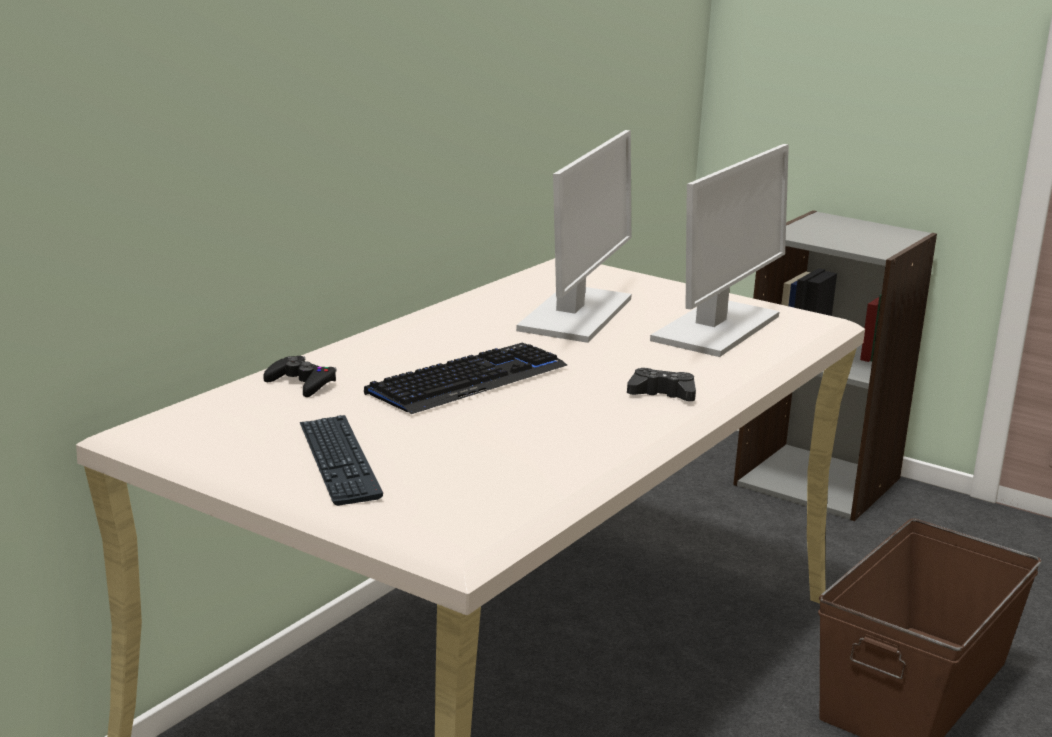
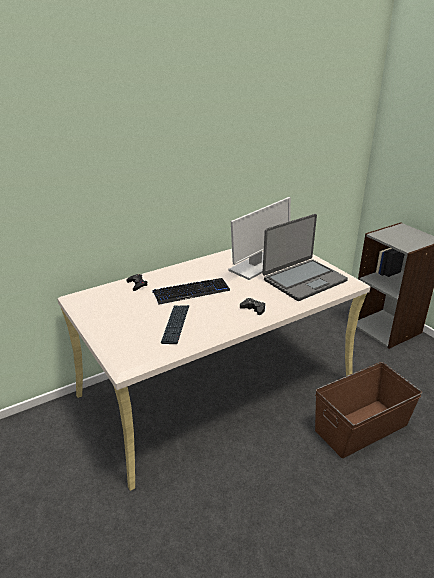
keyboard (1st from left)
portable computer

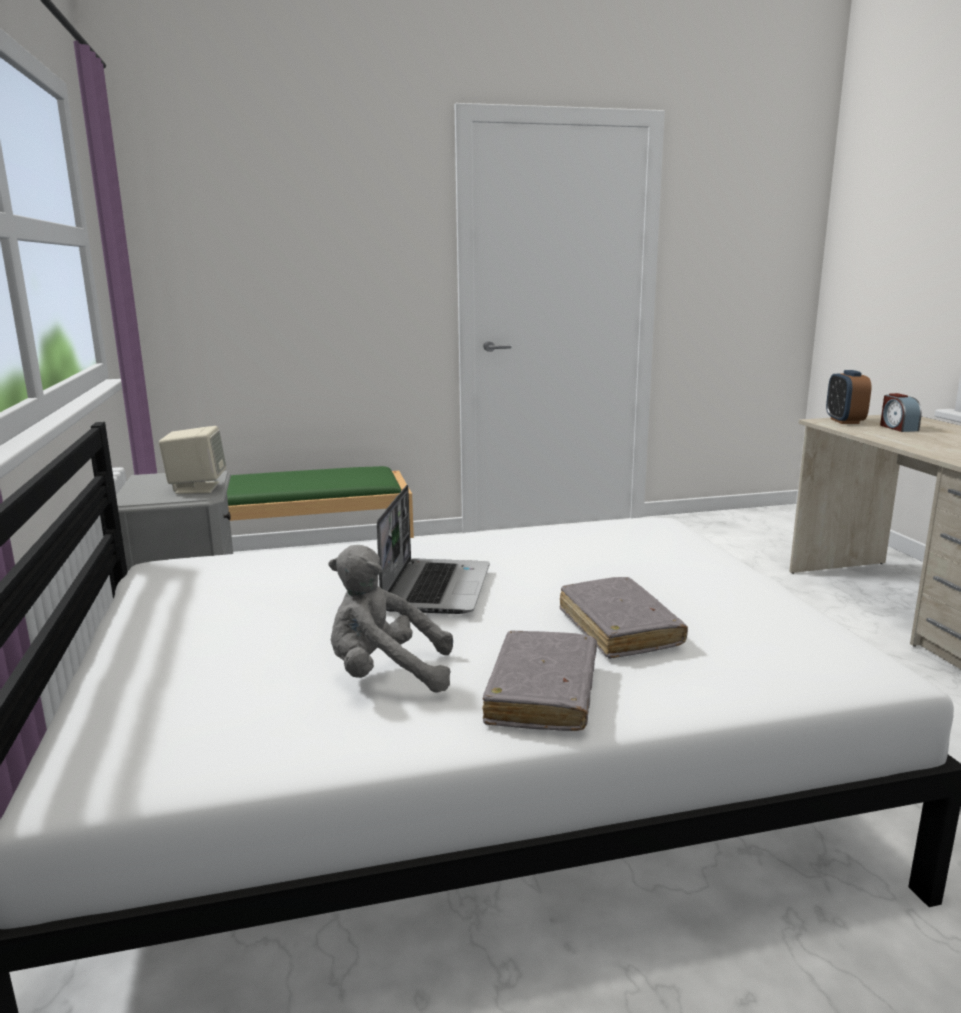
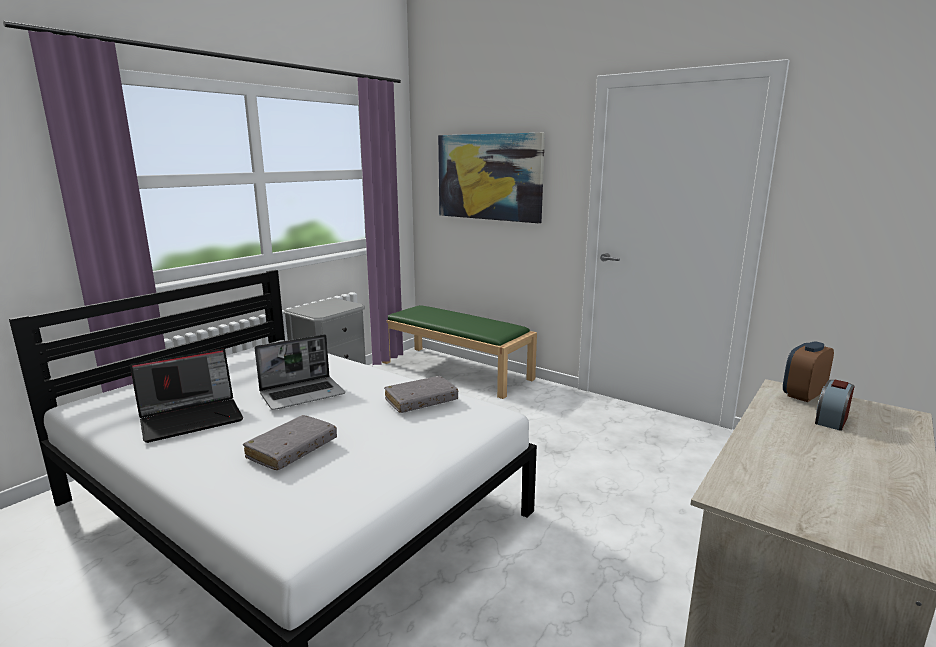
beige-coloured audio speaker
portable computer (1st from left)
gray book (2nd from left)
wall art

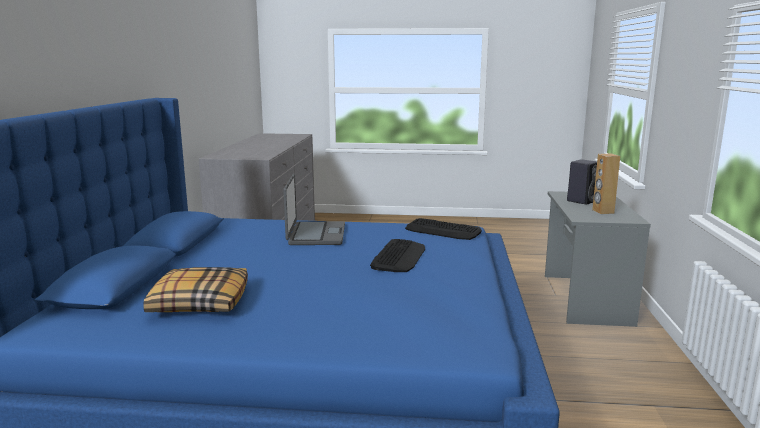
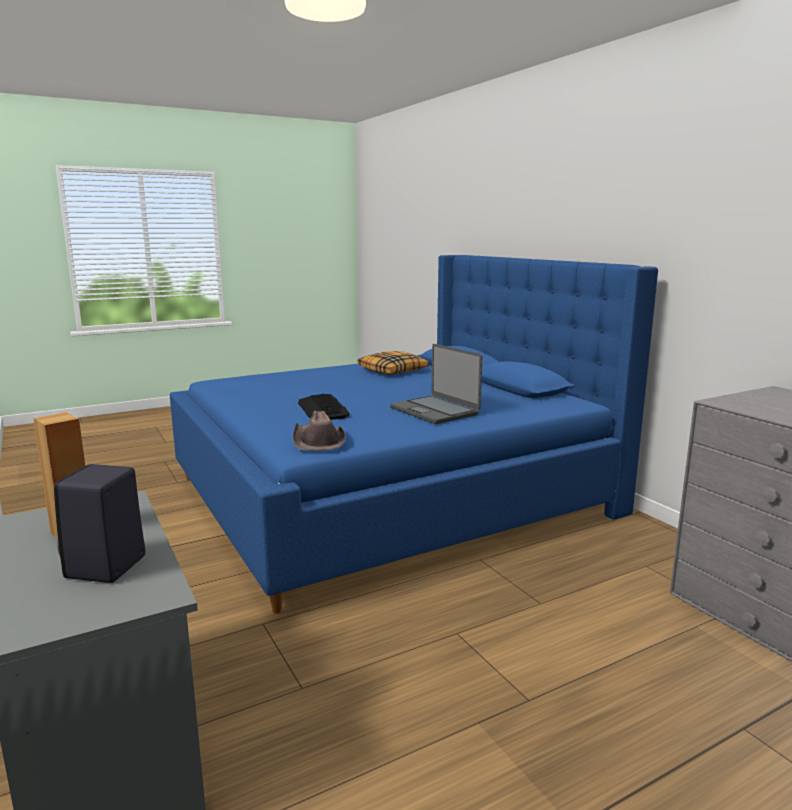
brown-coloured wearable hat

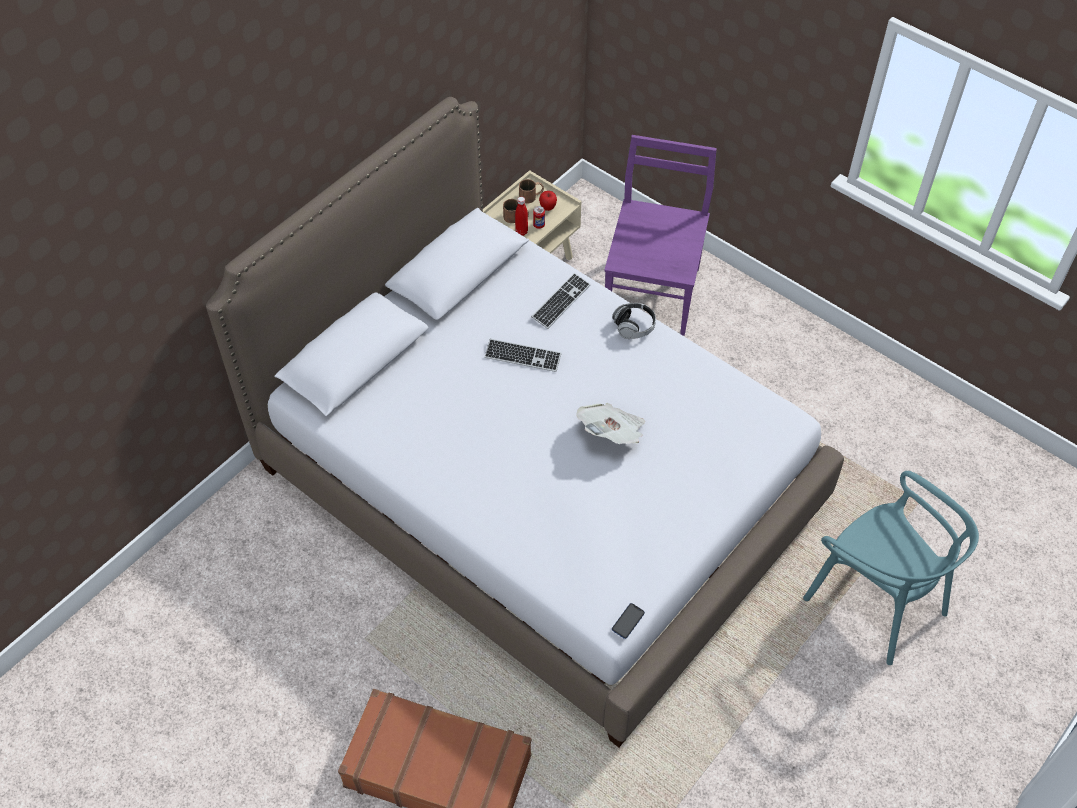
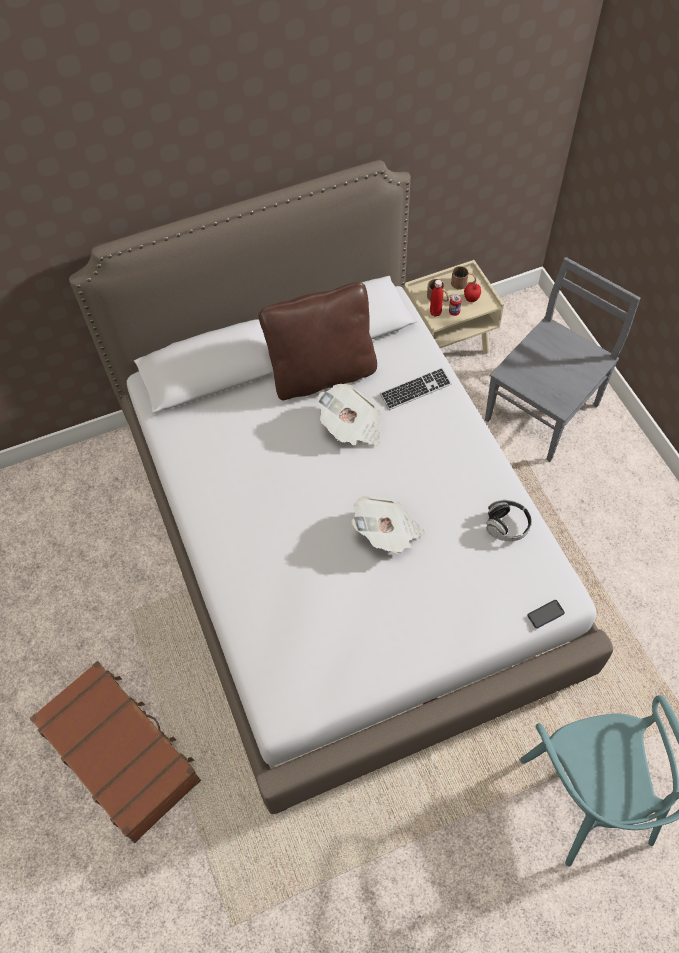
daily paper (1st from left)
gray plain chair
pair of headphones
handset
brown-coloured throw pillow

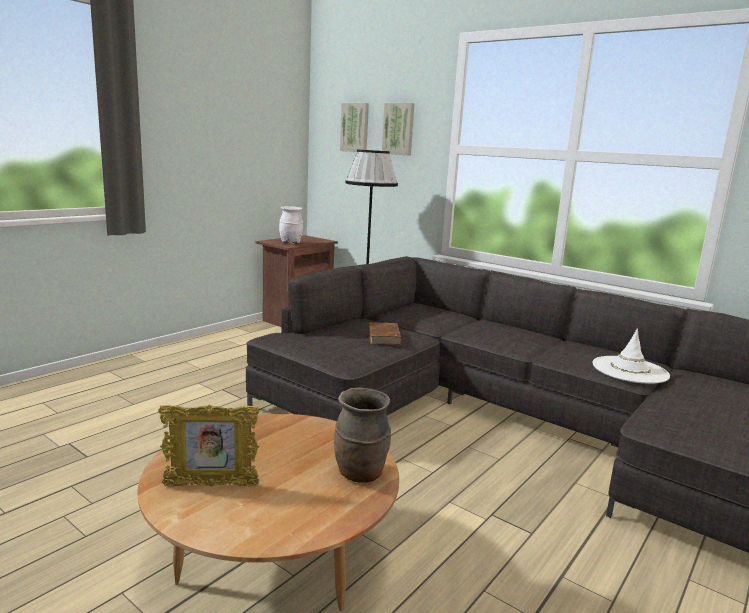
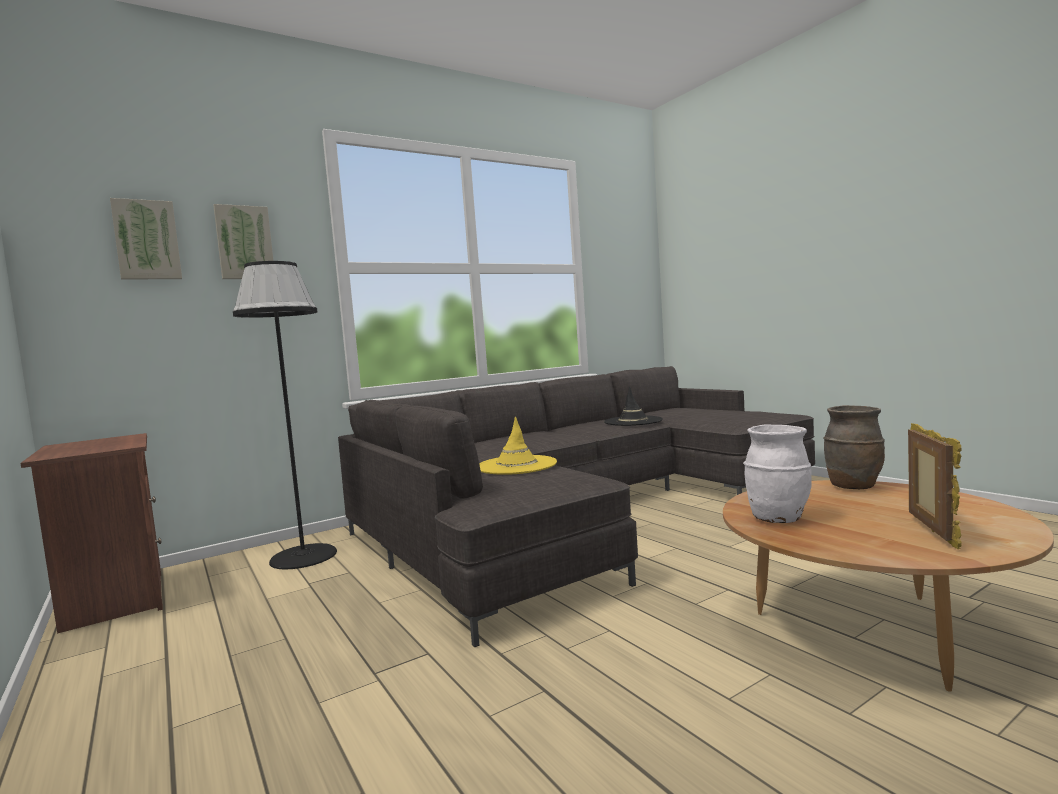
white flower vase
yellow wearable hat
black wearable hat

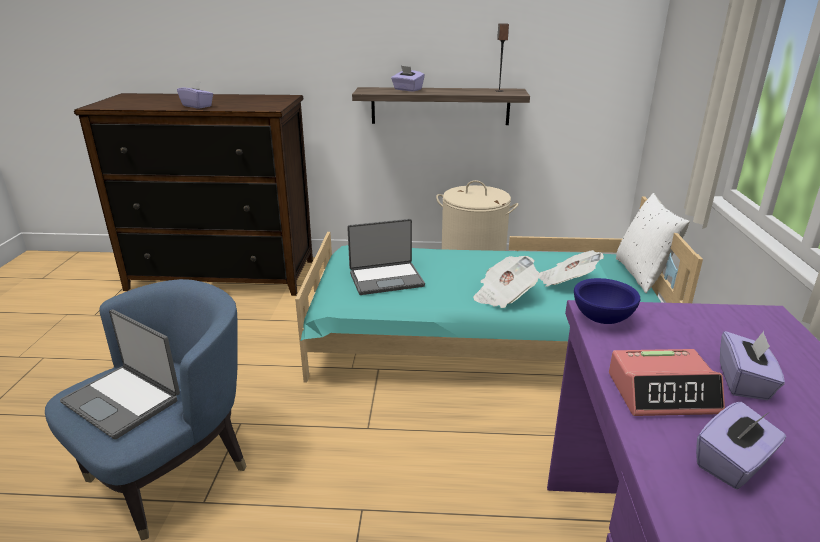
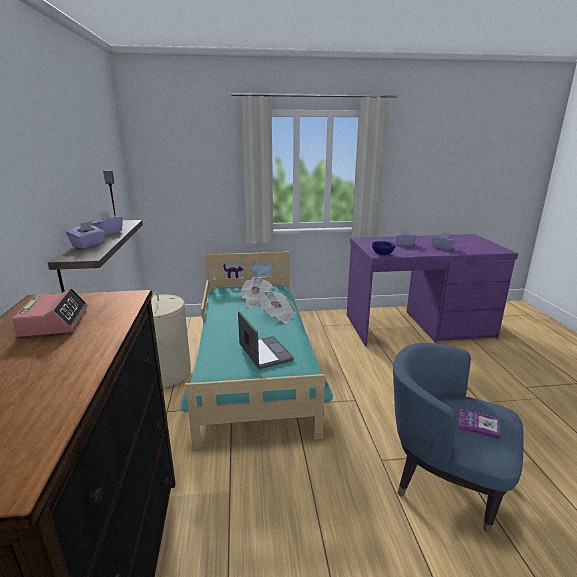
book
purple-coloured tissue box (2nd from left)
alarm clock
white throw pillow

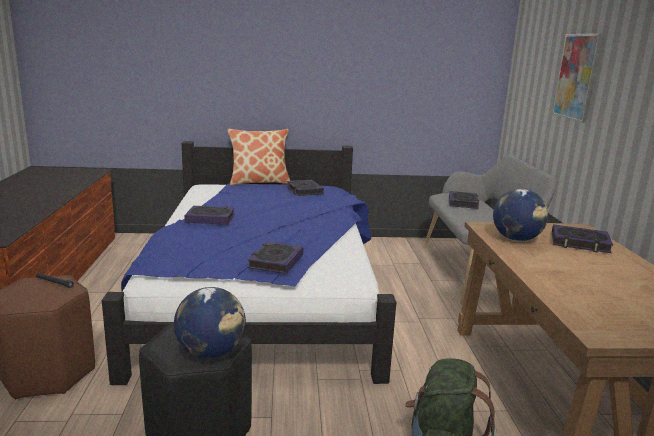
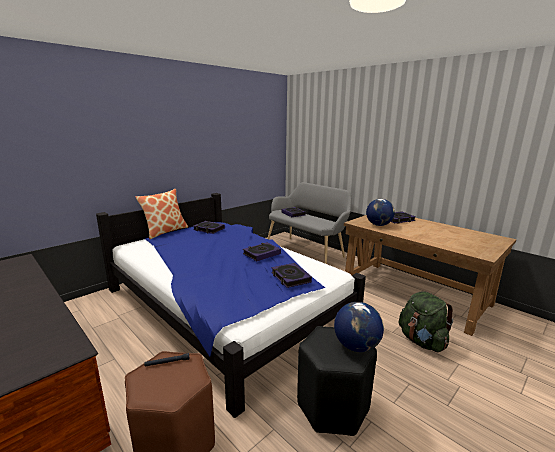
book (2nd from left)
wall art

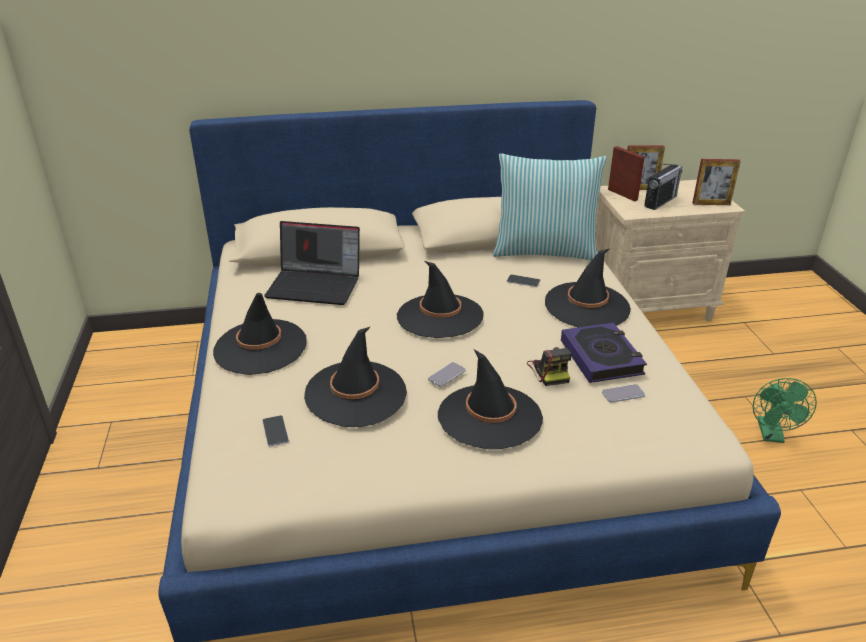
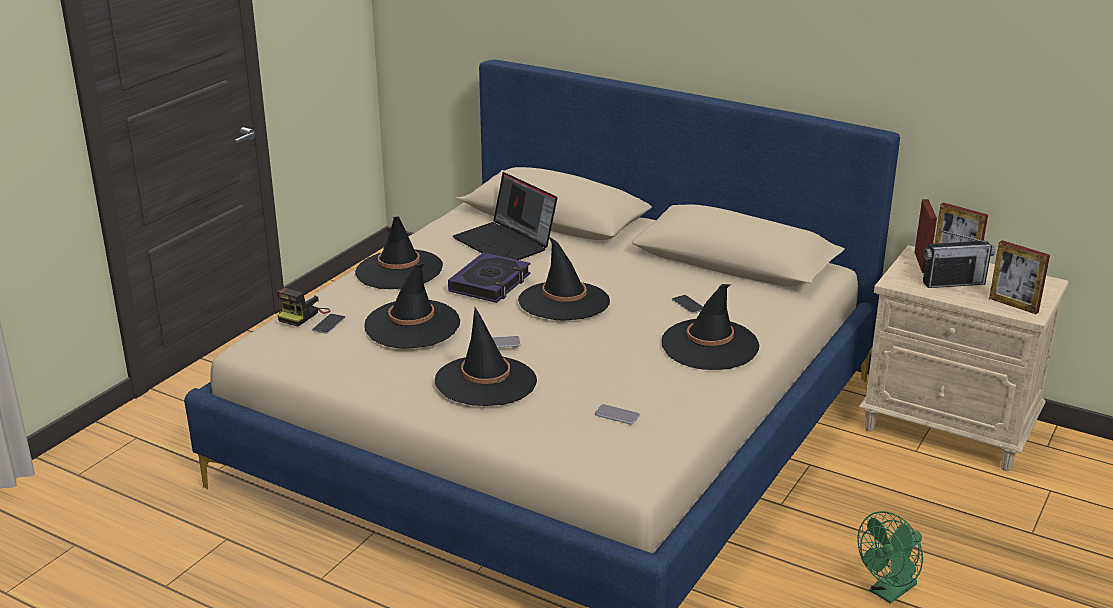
throw pillow
photo camera
book

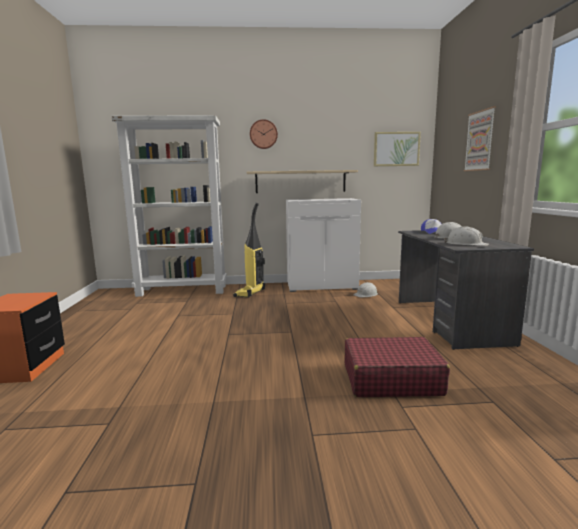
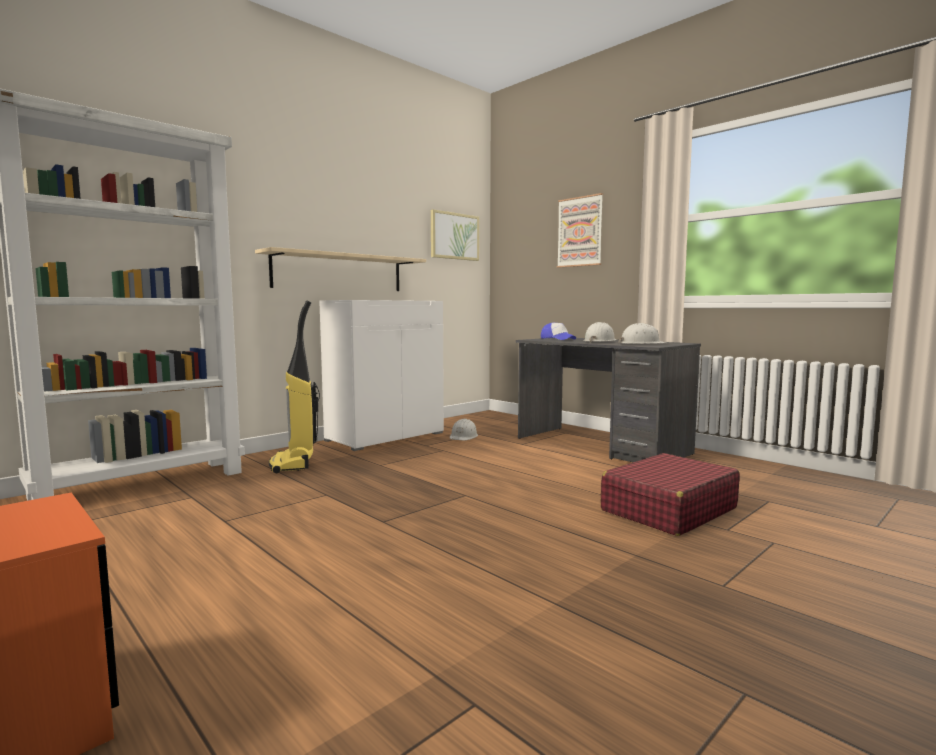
wall clock

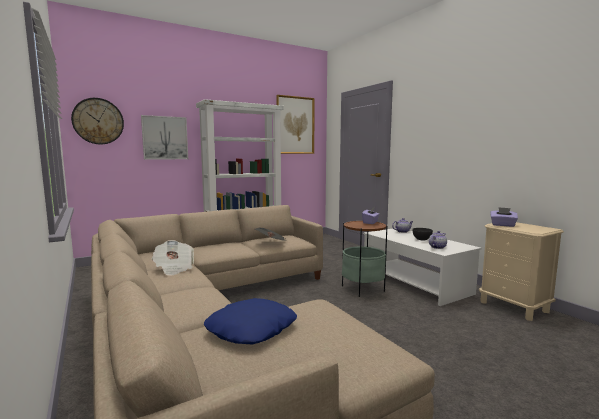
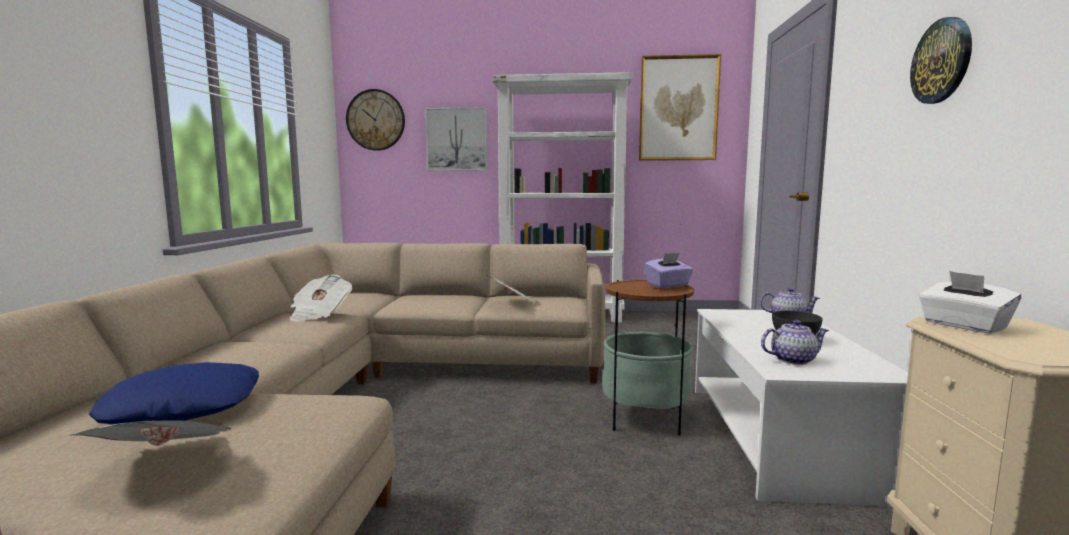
white tissue box
daily paper (1st from left)
wall clock (2nd from left)

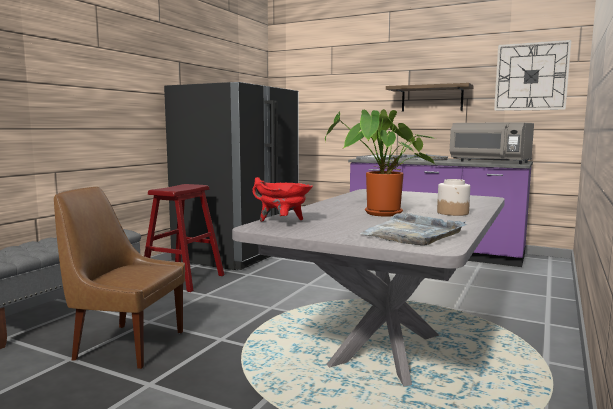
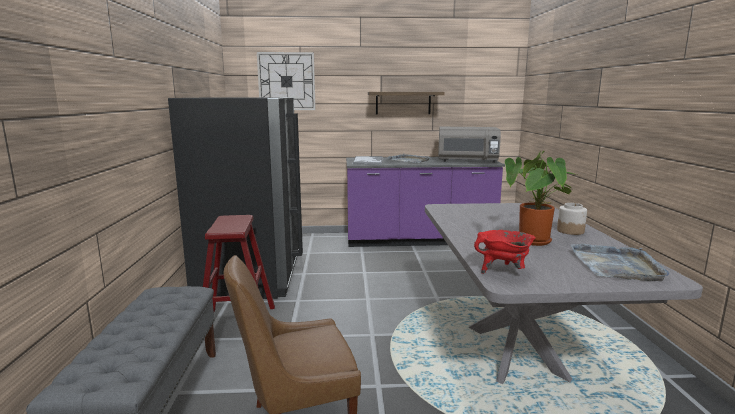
wall clock

